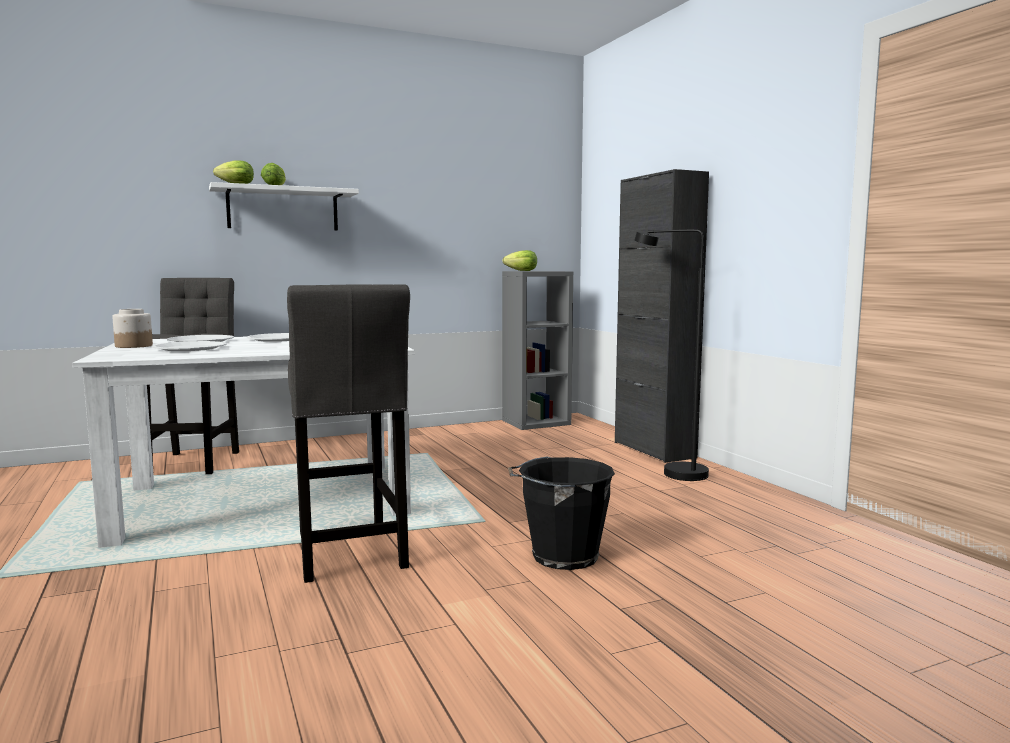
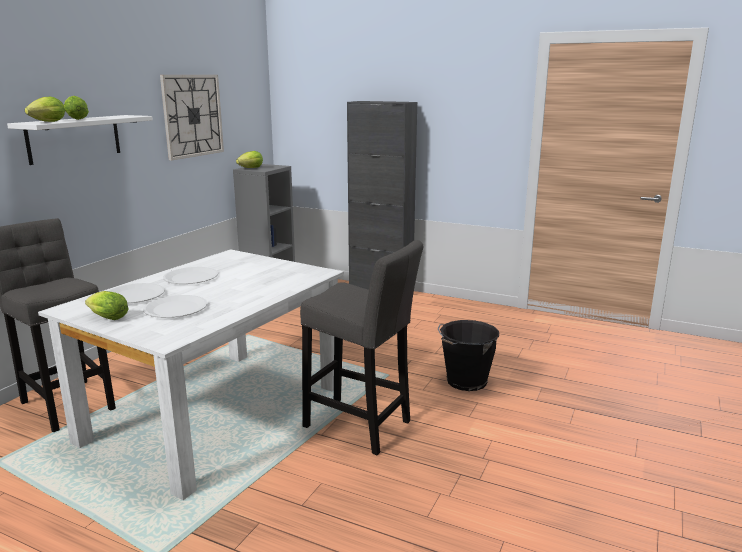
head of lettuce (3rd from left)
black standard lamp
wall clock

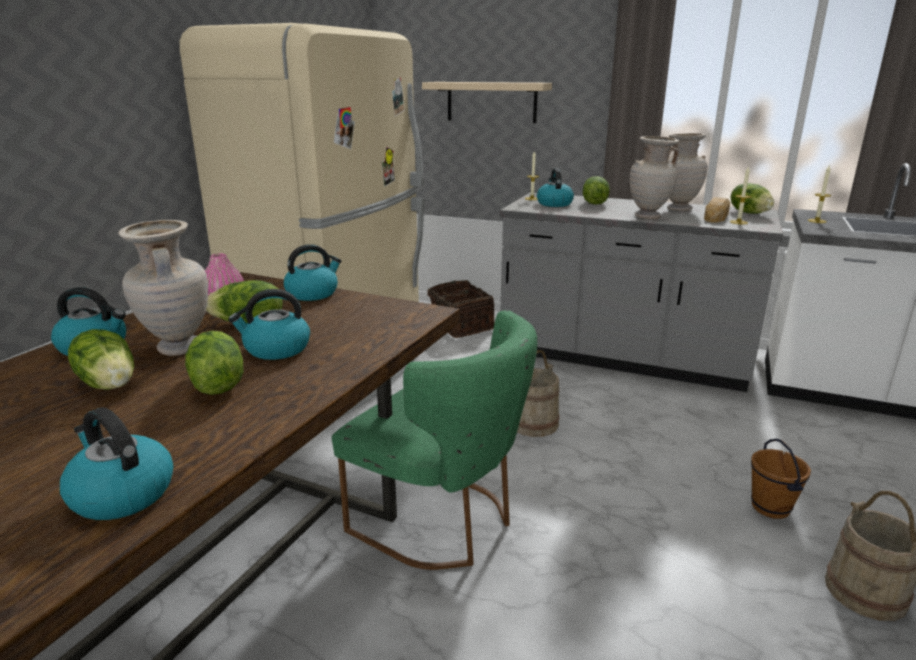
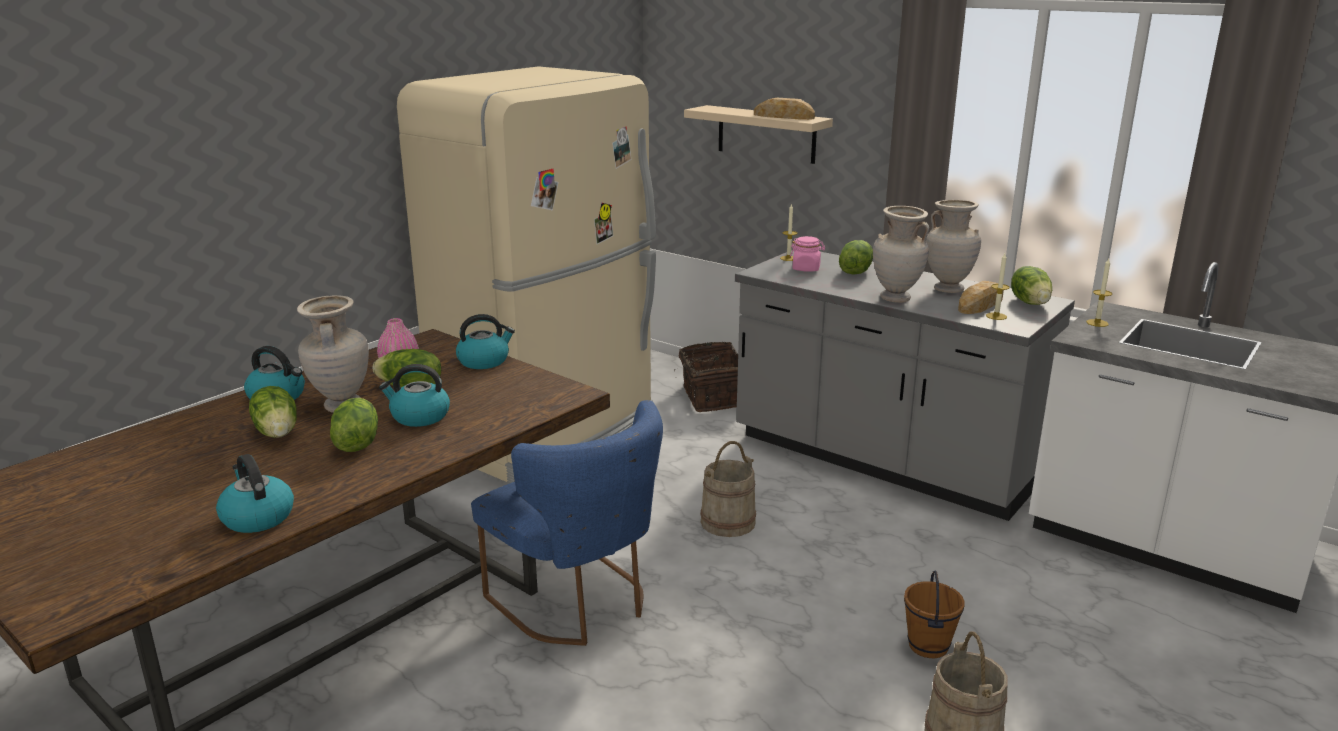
blue plain chair
pinkish storage jar
baked bread (1st from left)

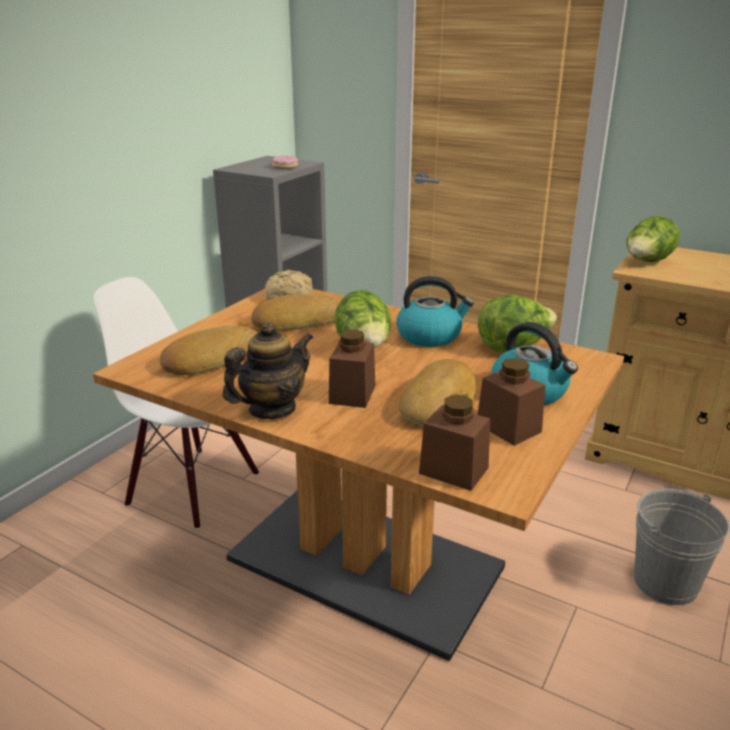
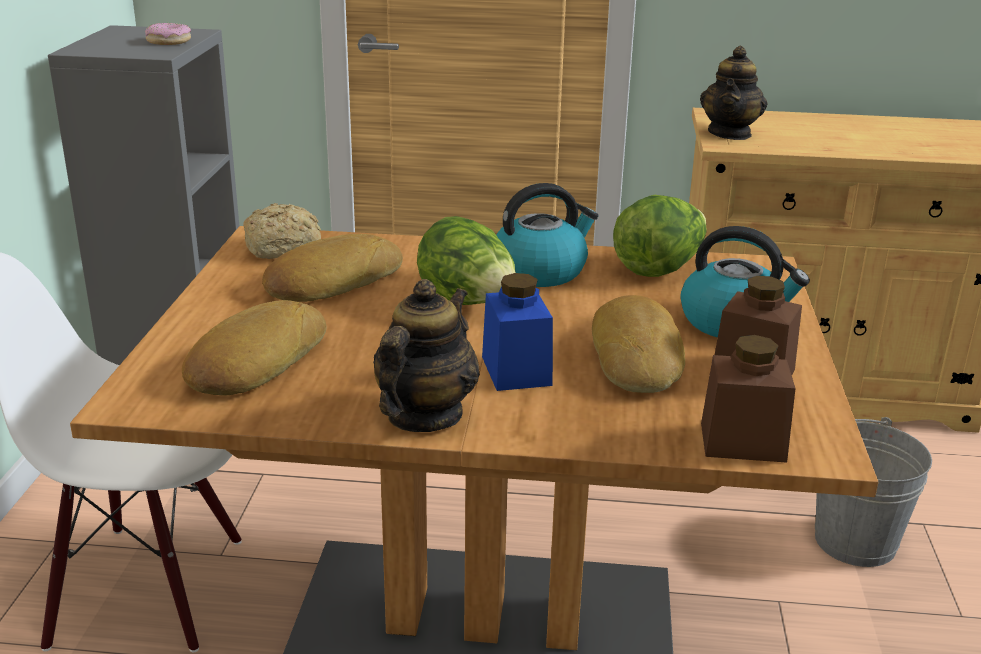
blue storage jar
pot for tea (2nd from left)

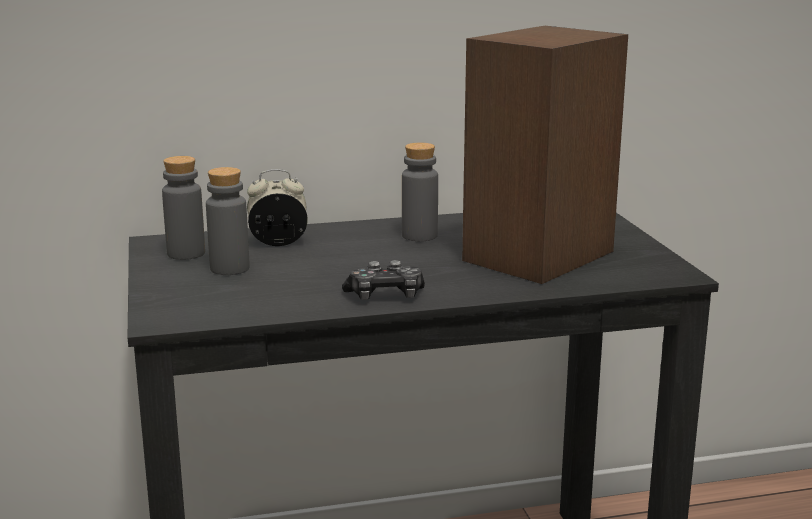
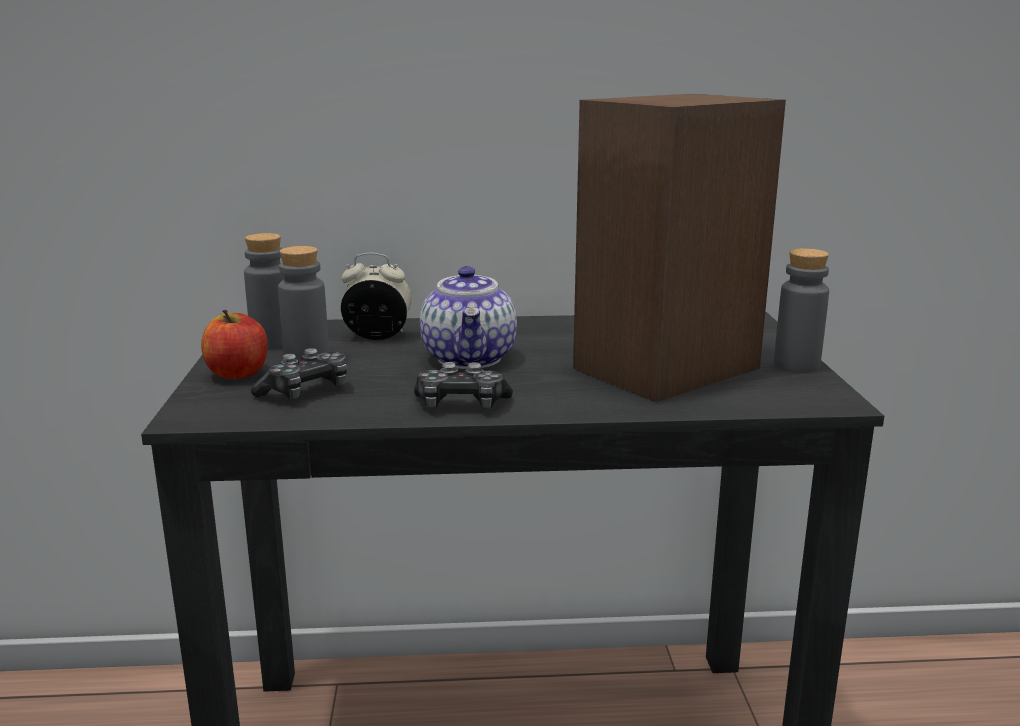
gray bottle (3rd from left)
whole apple
gamepad (1st from left)
pot for tea

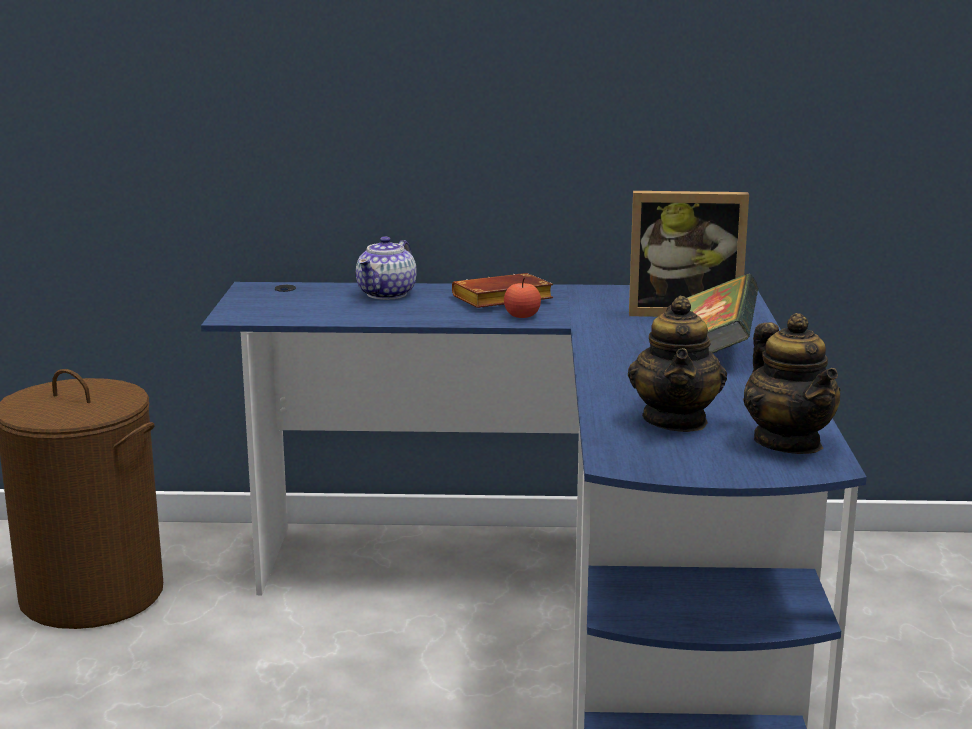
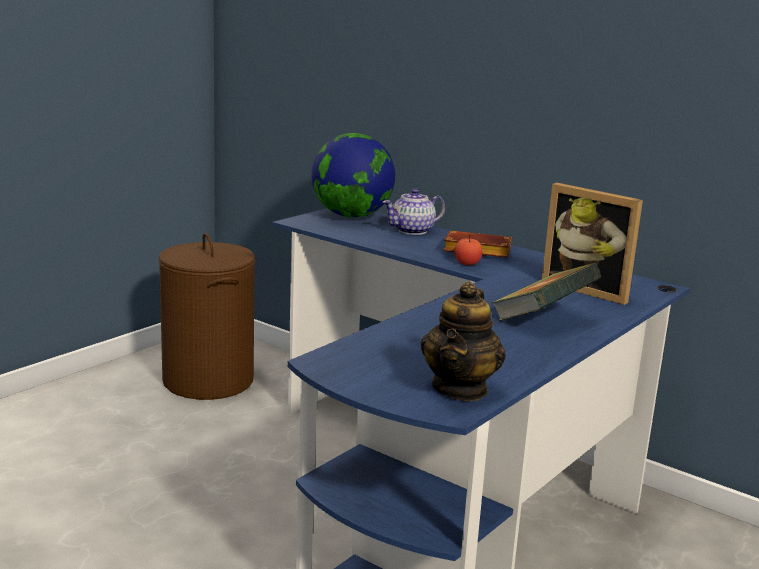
pot for tea (2nd from left in the first image)
world globe

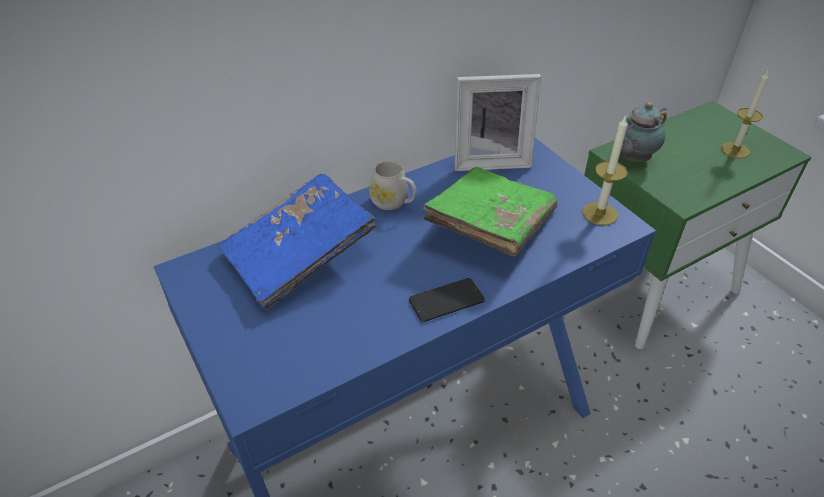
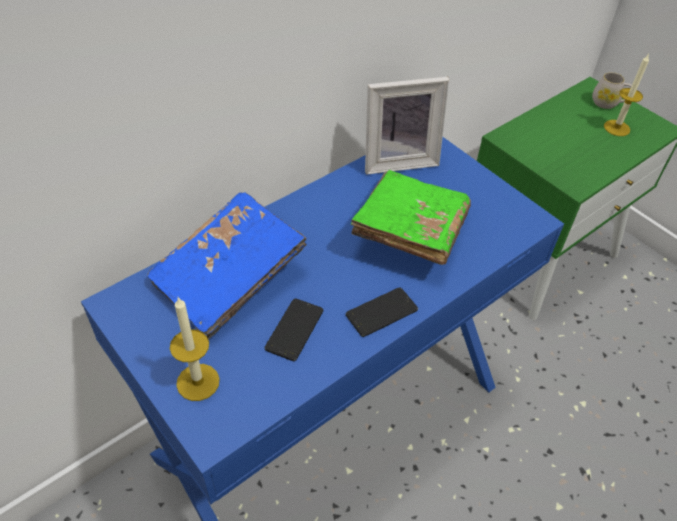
white coffee mug
wax candle (1st from left)
pot for tea
handset (1st from left)

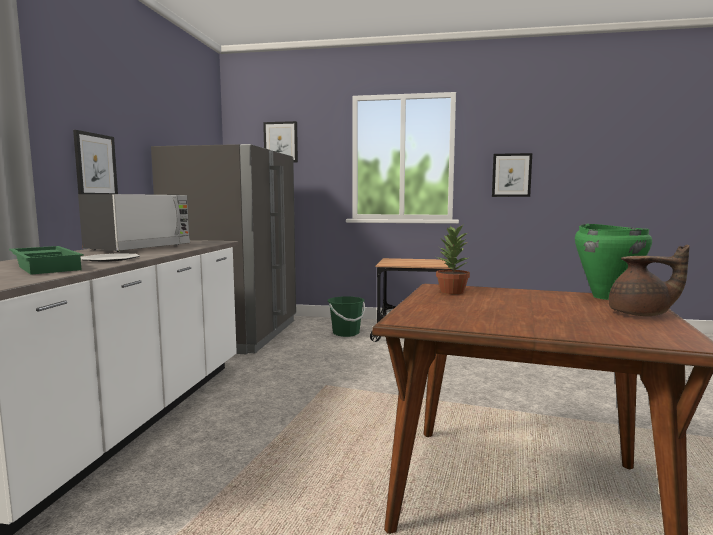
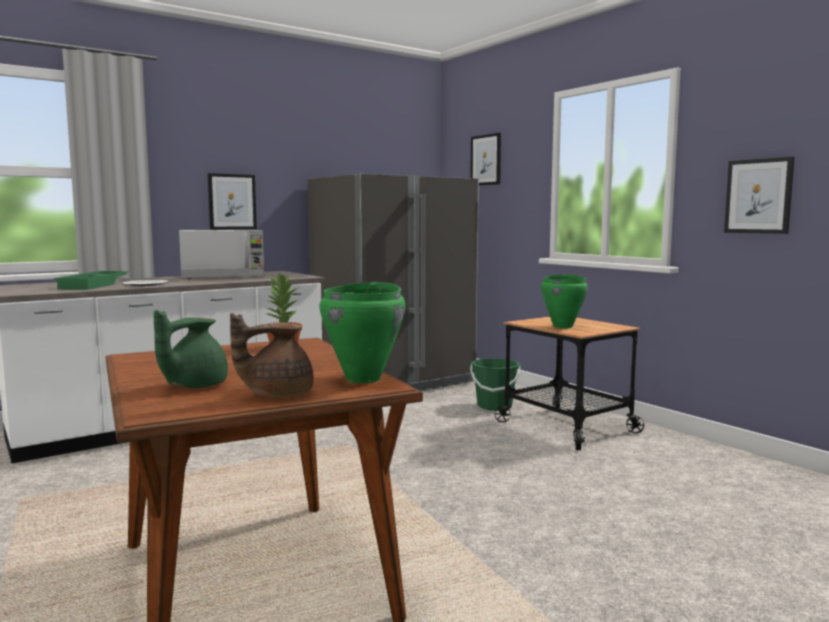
brown-coloured pot for tea
greenish pot for tea
greenish saucepot (2nd from left)

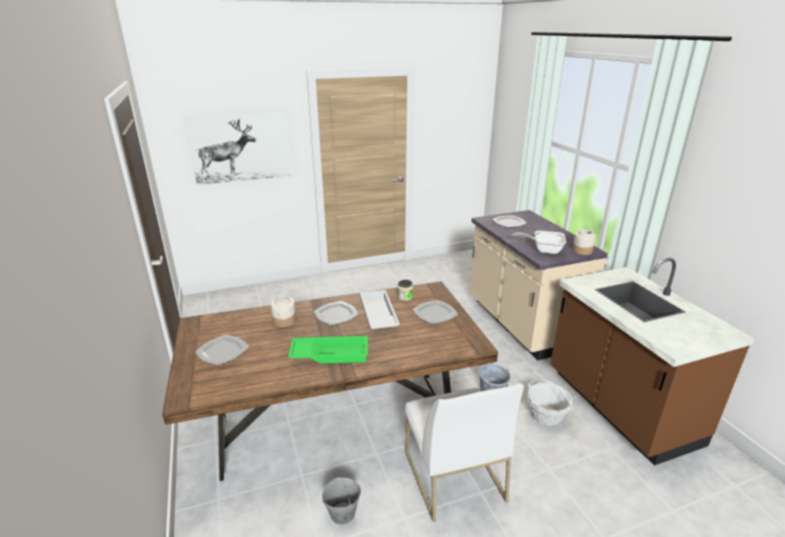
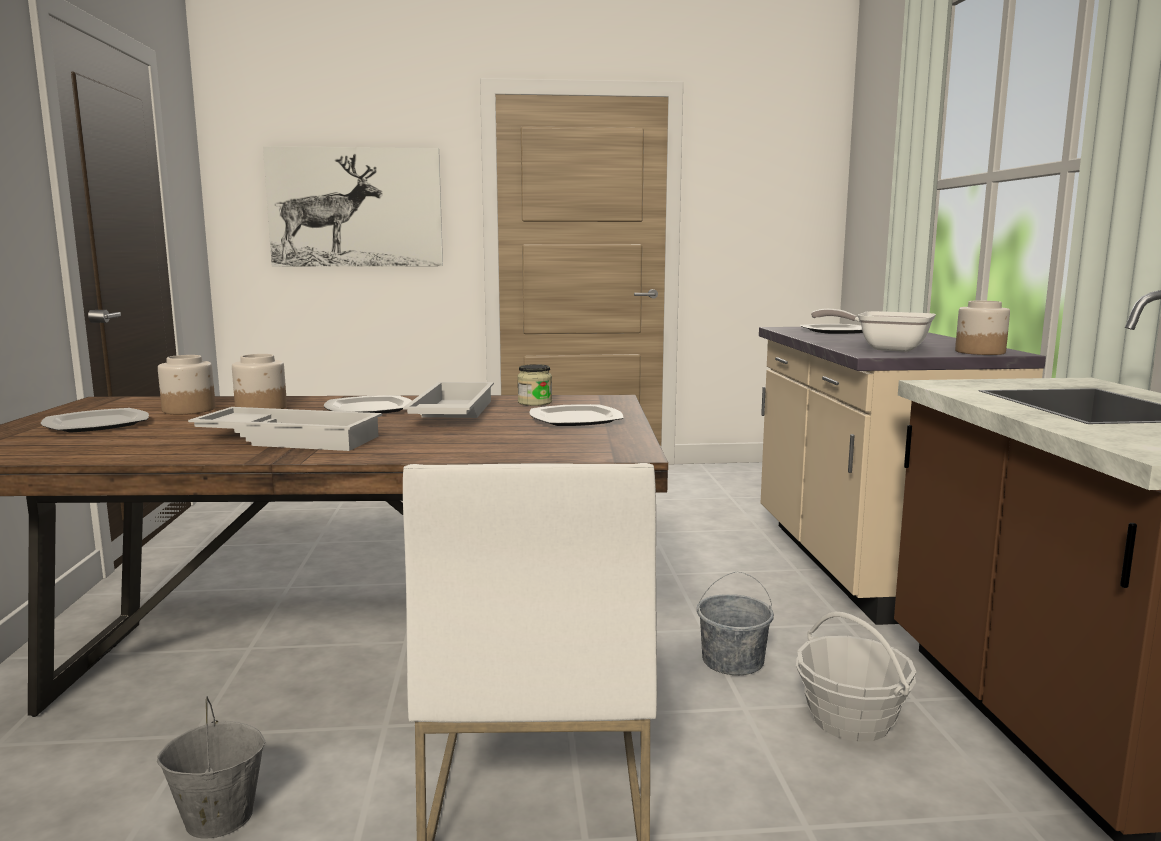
white serving tray (1st from left)
storage jar (1st from left)

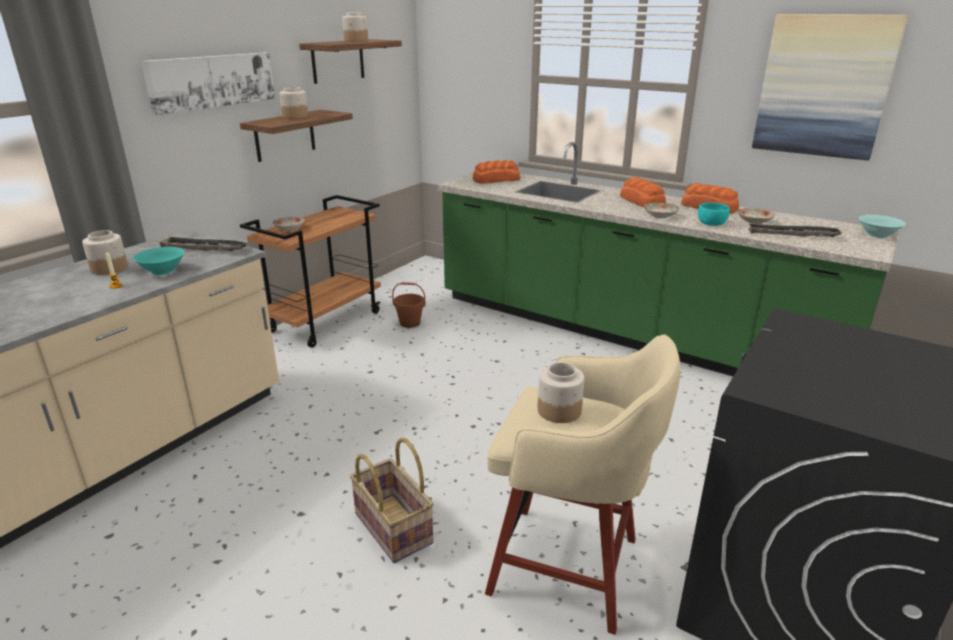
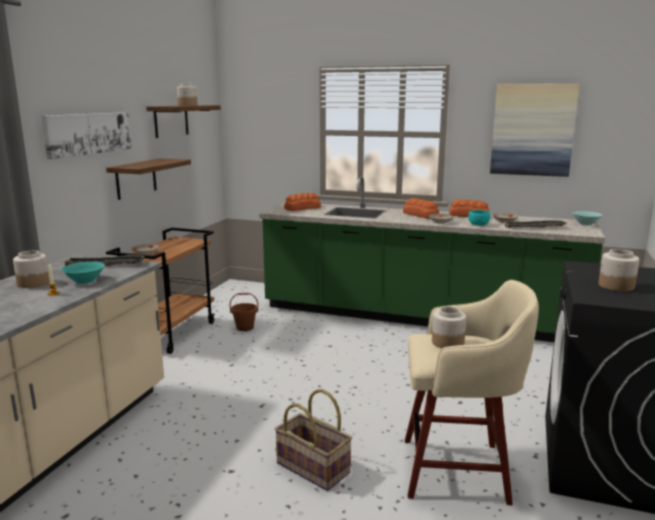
storage jar (4th from left)

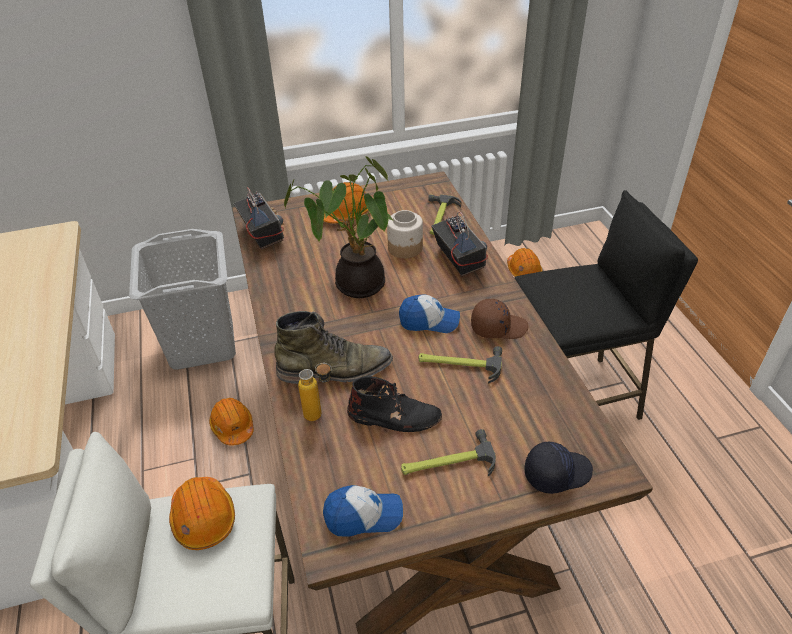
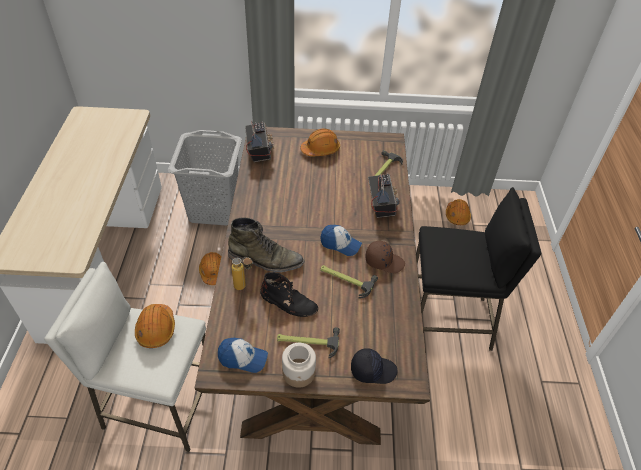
potted plant
storage jar

